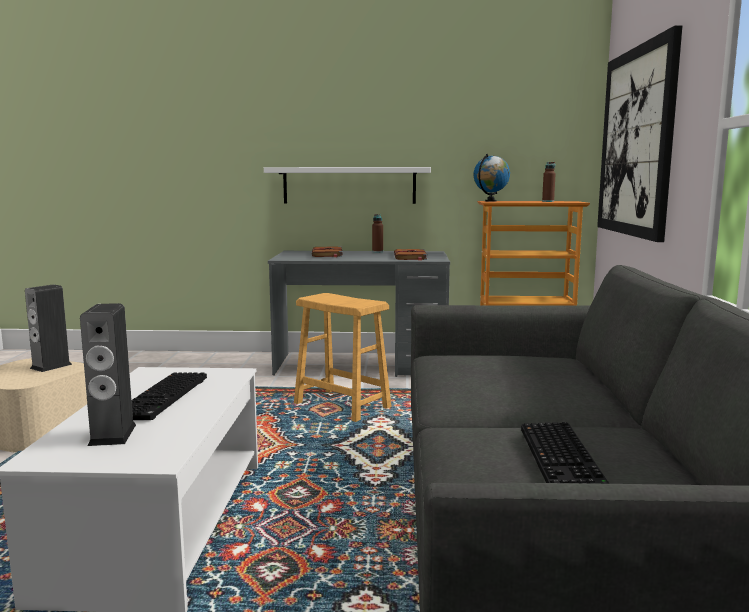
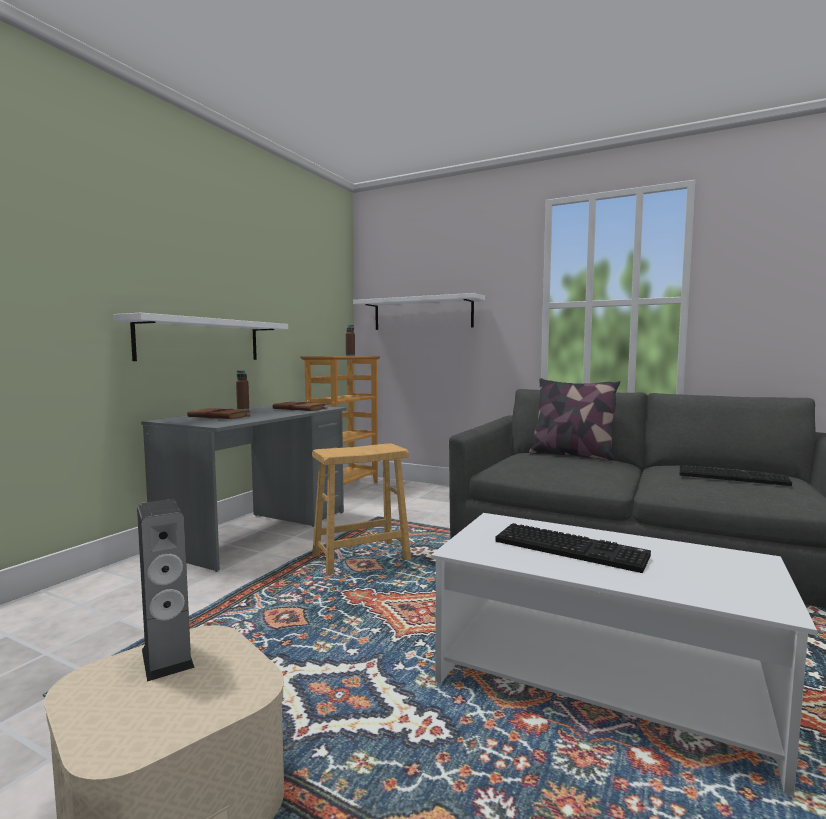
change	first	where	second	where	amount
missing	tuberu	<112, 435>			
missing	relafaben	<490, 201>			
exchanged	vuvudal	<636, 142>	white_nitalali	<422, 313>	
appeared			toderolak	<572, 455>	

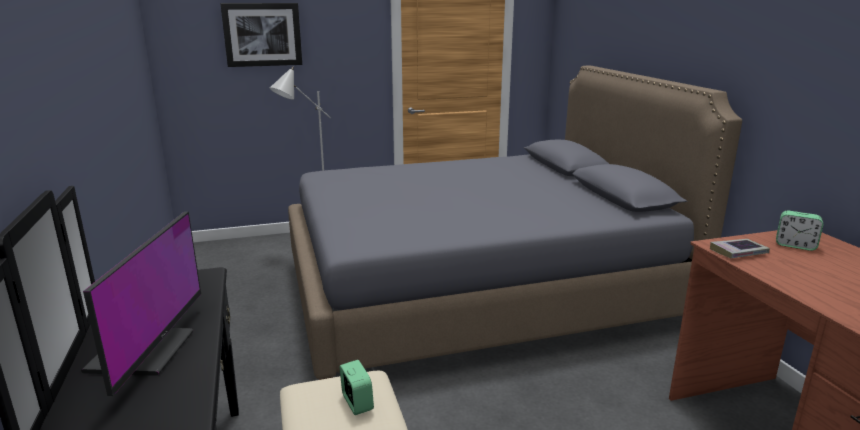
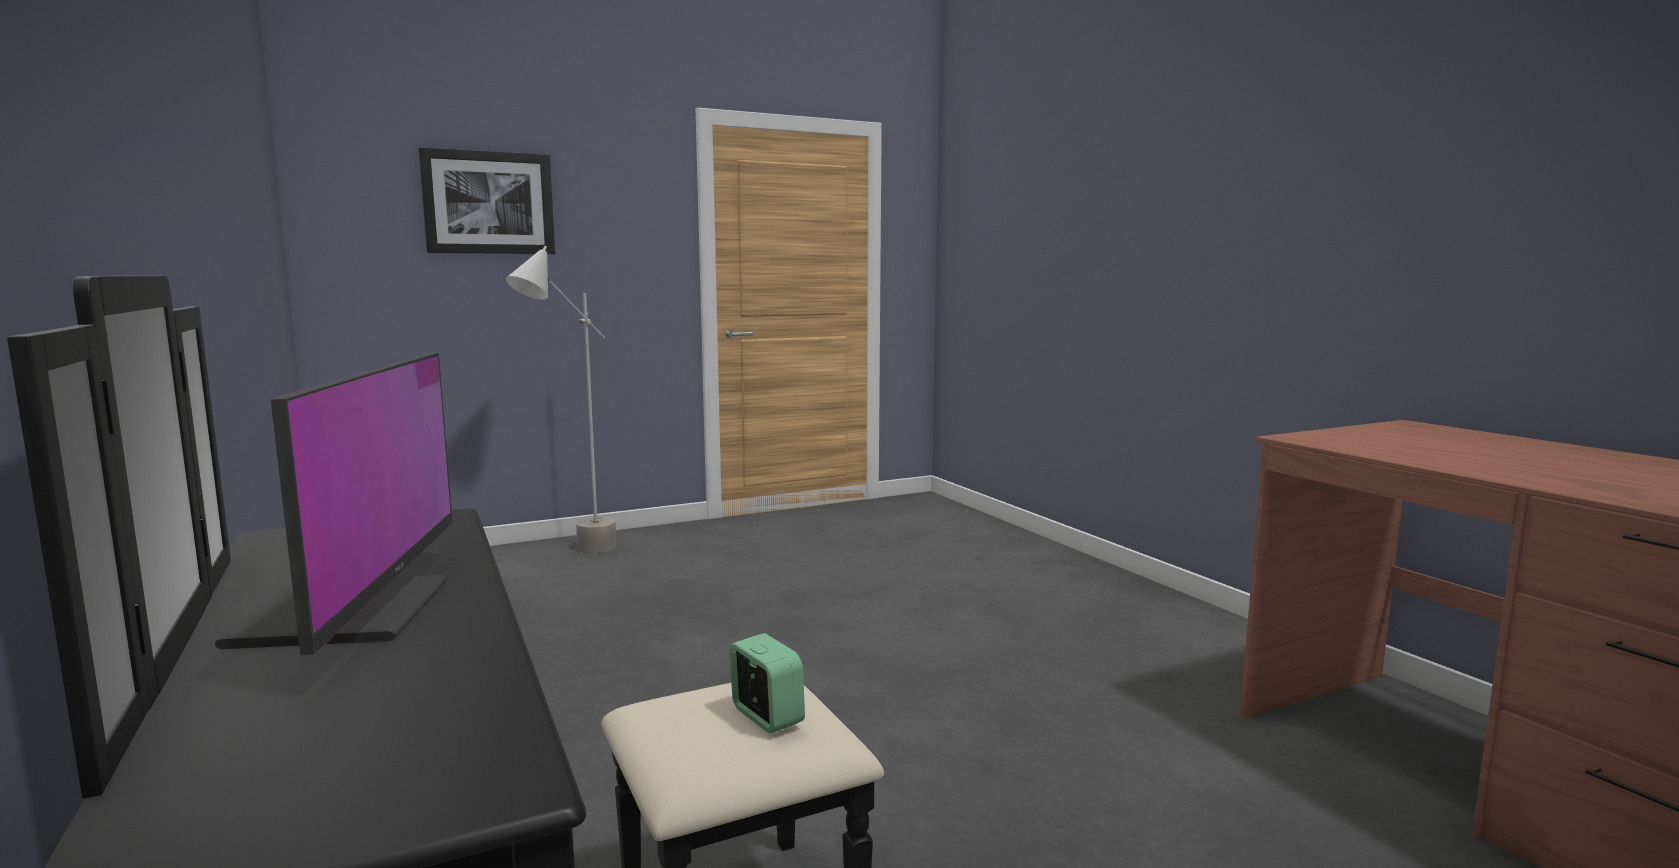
change	first	where	second	where	amount
missing	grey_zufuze	<476, 292>			
missing	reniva	<738, 252>			
missing	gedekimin	<795, 245>			

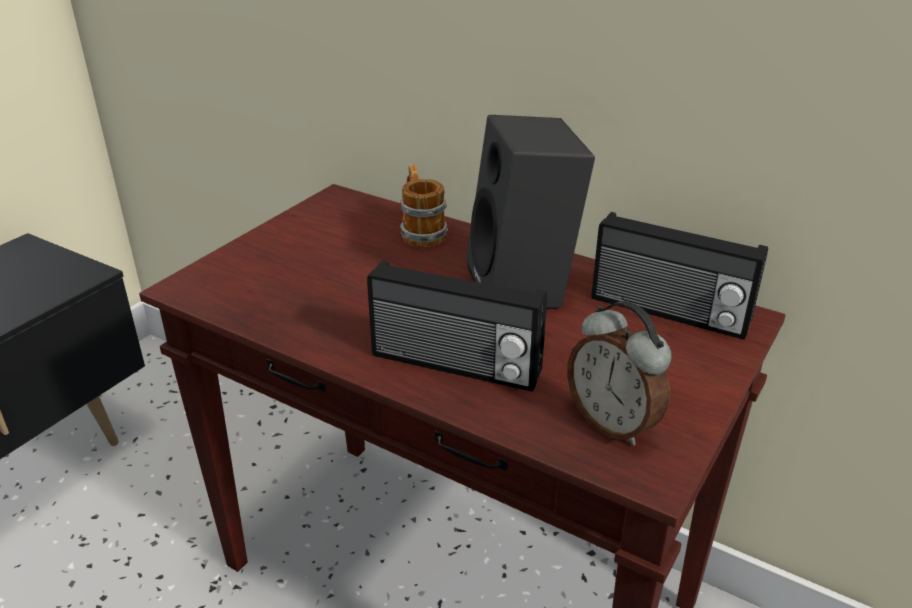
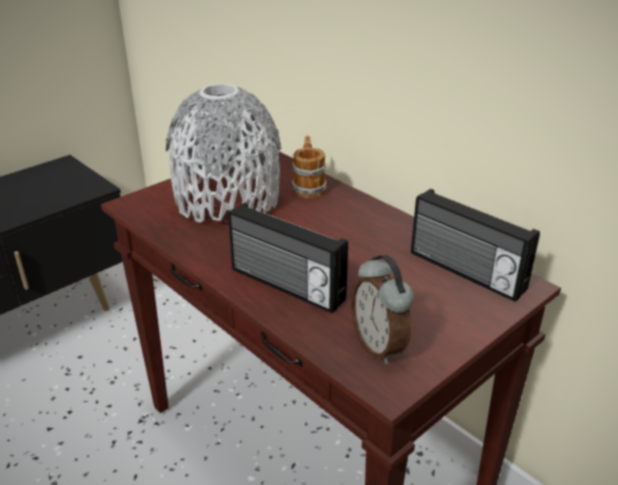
change	first	where	second	where	amount
missing	black_tuberu	<525, 289>			
appeared			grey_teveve	<227, 200>	

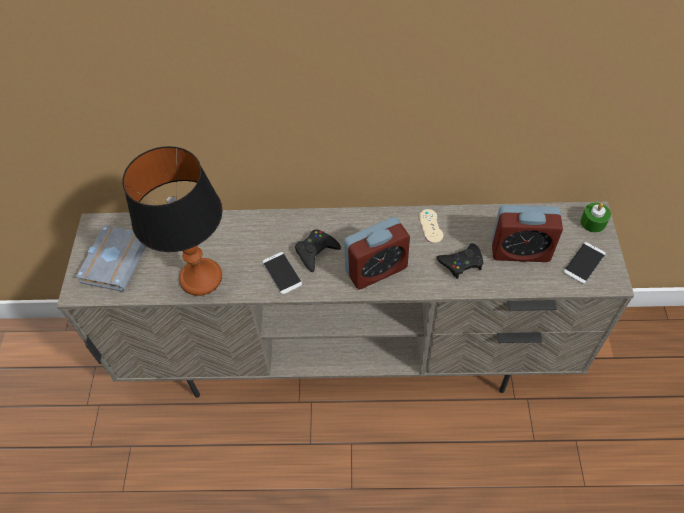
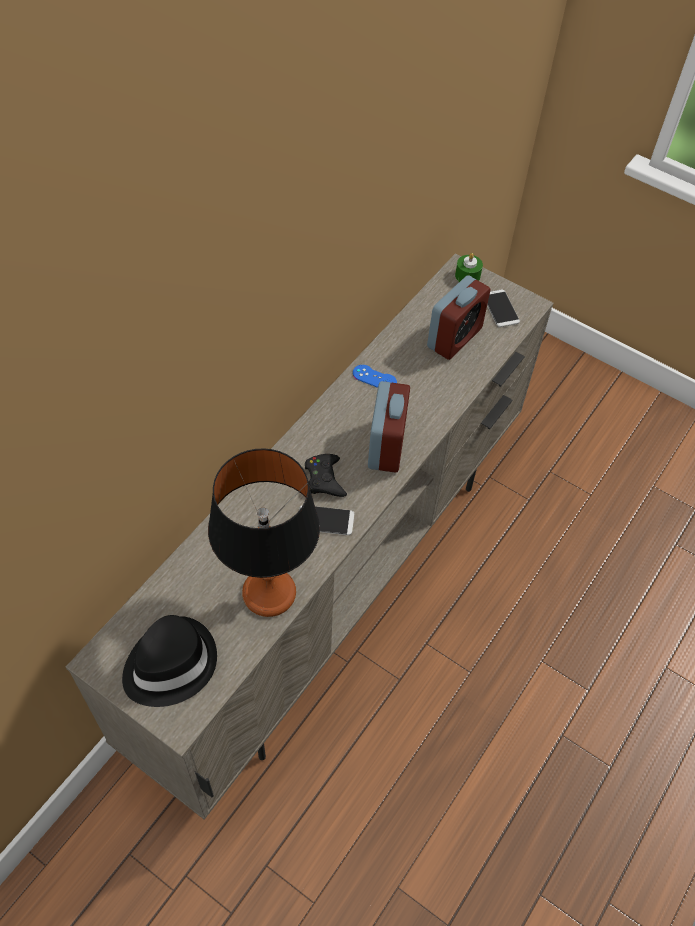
change	first	where	second	where	amount
exchanged	grey_reniva	<114, 260>	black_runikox	<169, 663>	
colour	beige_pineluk	<431, 226>	blue_pineluk	<374, 378>	
missing	black_pineluk	<461, 263>			

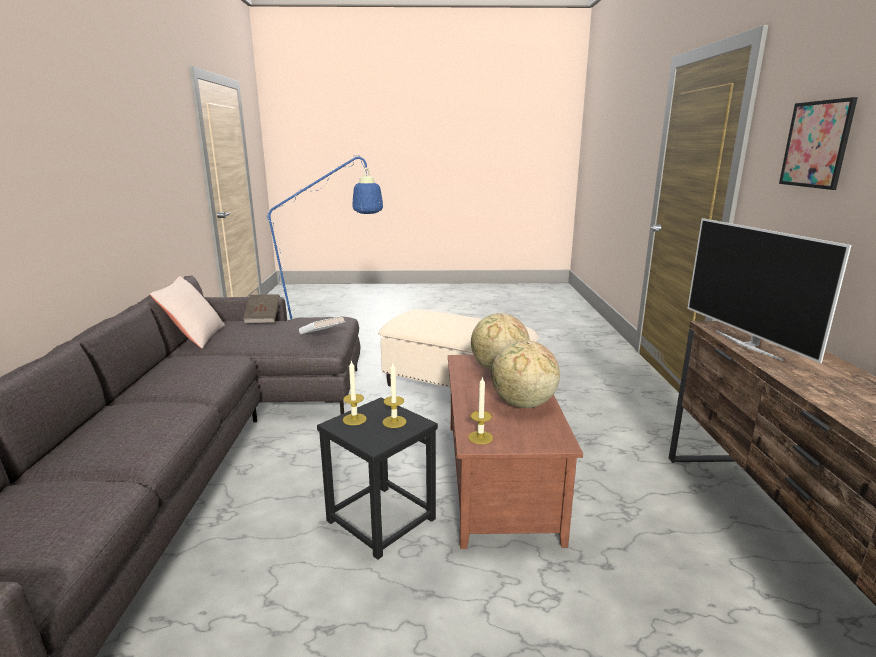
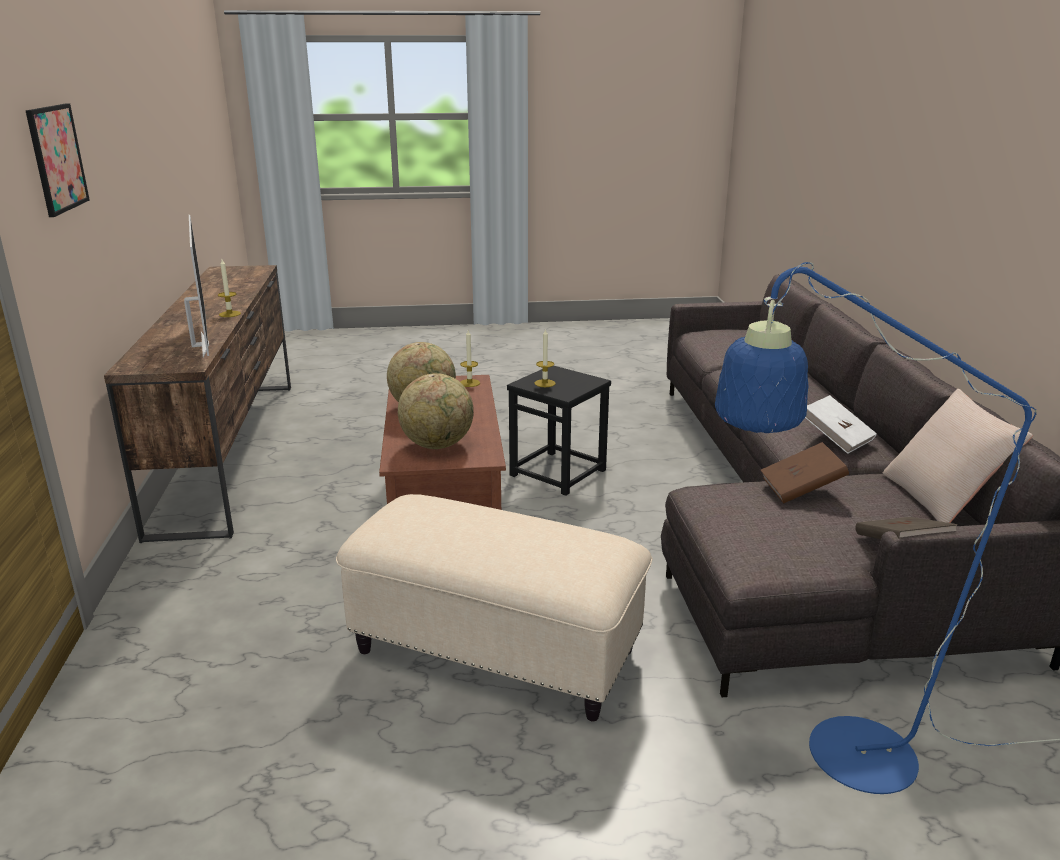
change	first	where	second	where	amount
relocated	white_reniva	<322, 335>		<836, 439>	
relocated	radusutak	<354, 419>		<229, 314>	
appeared			brown_reniva	<801, 489>	

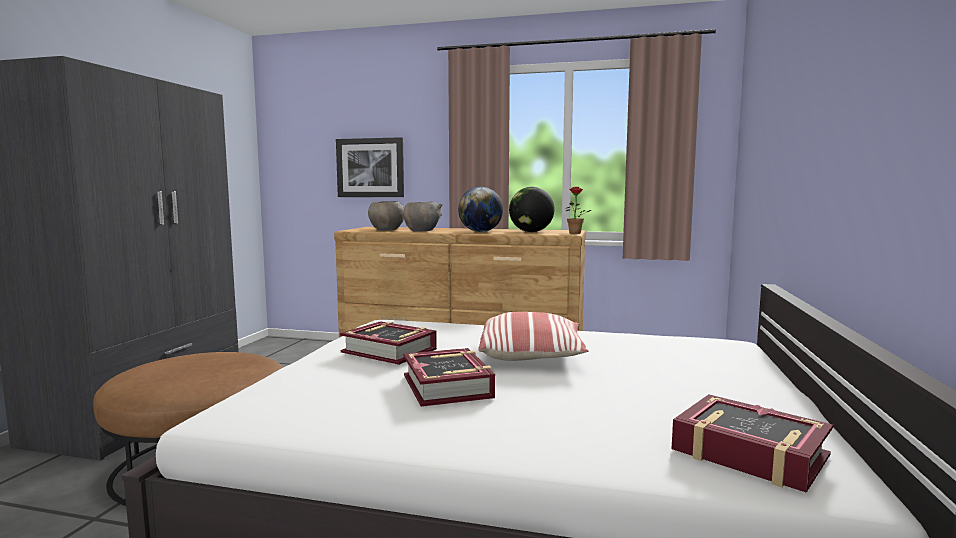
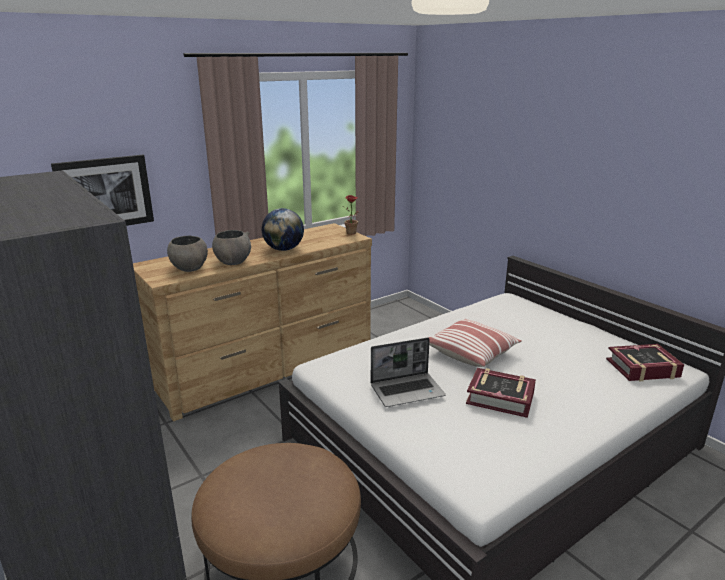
change	first	where	second	where	amount
exchanged	reniva	<389, 351>	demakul	<407, 390>	
missing	relafaben	<531, 232>			

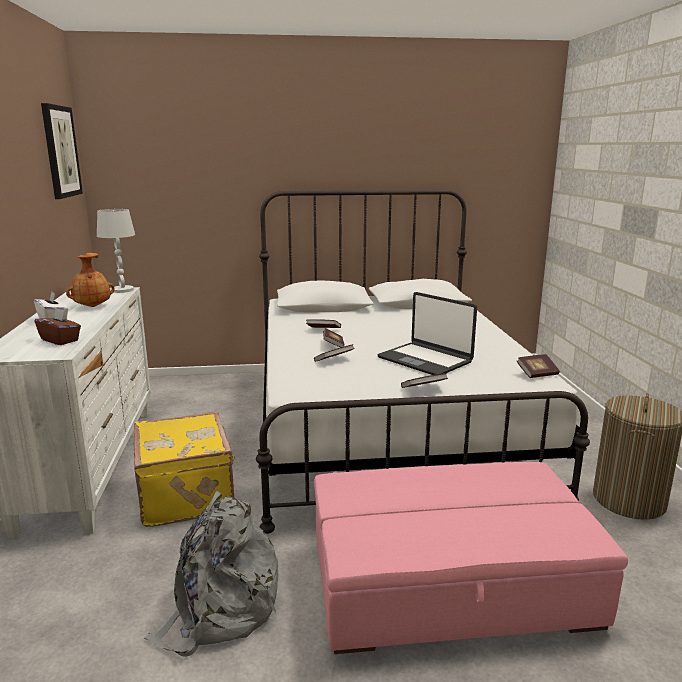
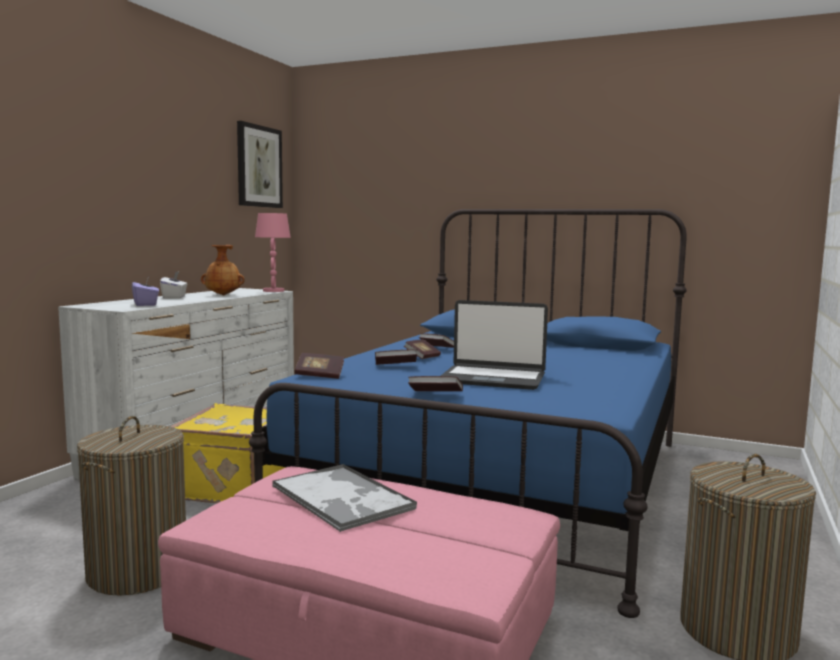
change	first	where	second	where	amount
colour	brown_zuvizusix	<60, 340>	purple_zuvizusix	<146, 304>	
colour	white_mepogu	<122, 290>	pink_mepogu	<273, 291>	
exchanged	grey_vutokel	<220, 609>	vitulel	<137, 571>	
colour	white_zufuze	<386, 427>	blue_zufuze	<500, 479>	
spun	demakul	<425, 360>		<493, 379>	60 degrees counterclockwise
relocated	reniva	<537, 374>		<319, 375>	
appeared			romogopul	<343, 498>	

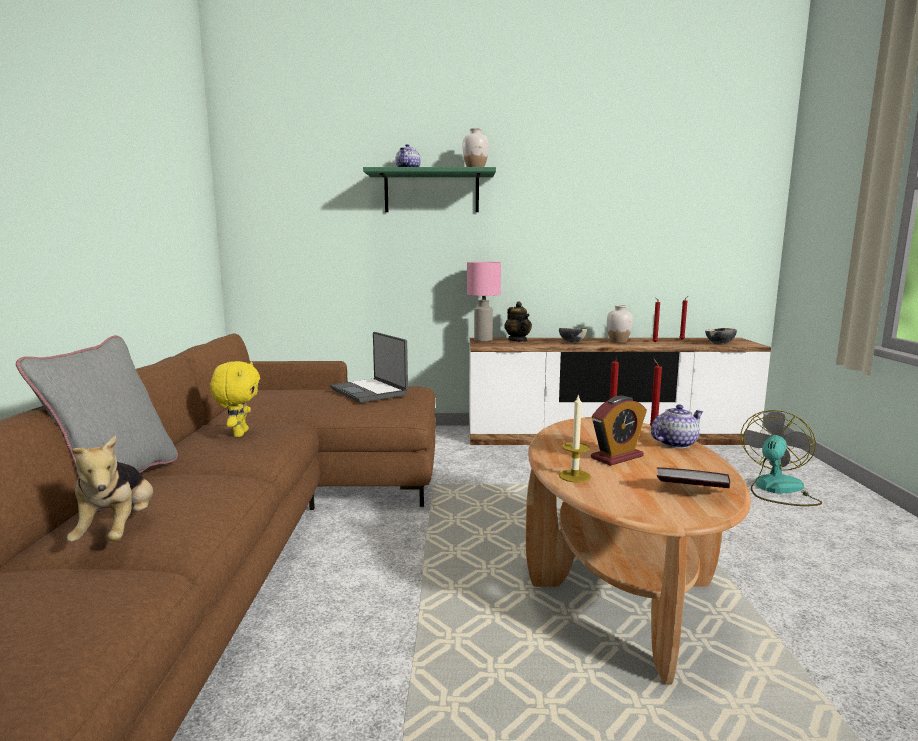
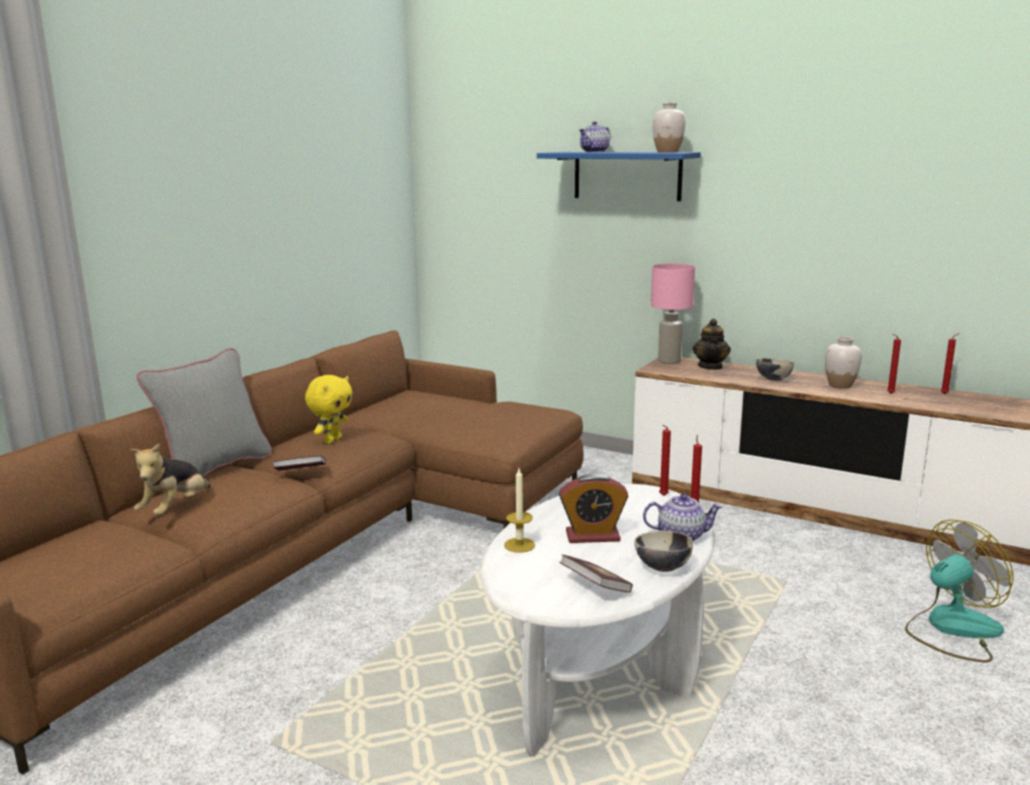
change	first	where	second	where	amount
missing	demakul	<370, 391>			
colour	green_nitalali	<431, 192>	blue_nitalali	<627, 175>	
colour	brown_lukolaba	<620, 586>	white_lukolaba	<599, 670>	
relocated	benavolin	<719, 344>		<662, 568>	
appeared			reniva	<300, 473>	

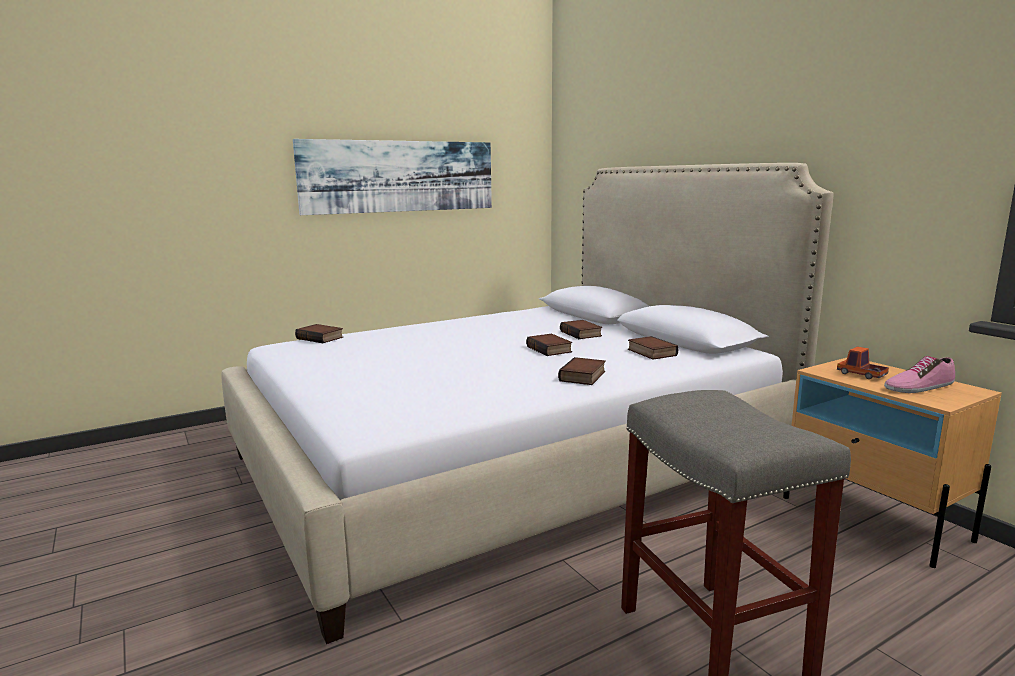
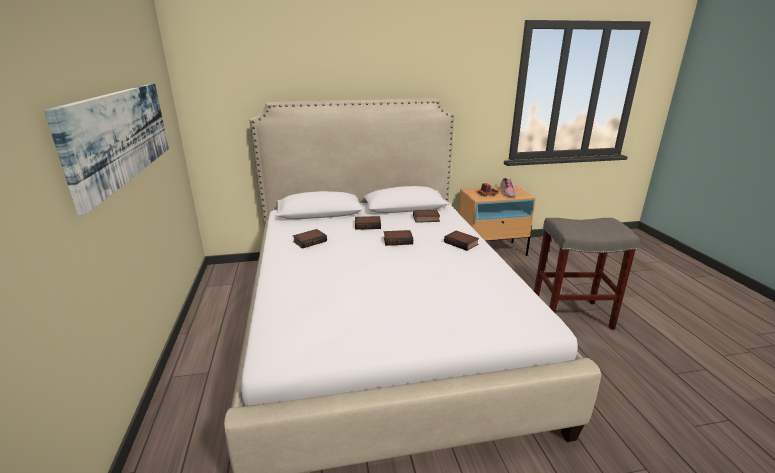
change	first	where	second	where	amount
relocated	reniva	<321, 338>		<310, 241>	

